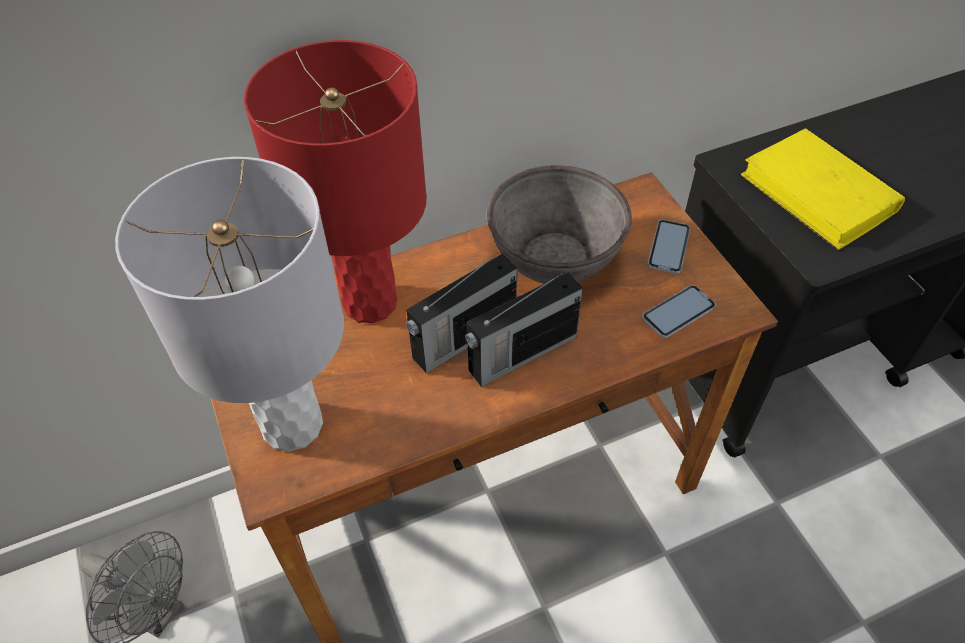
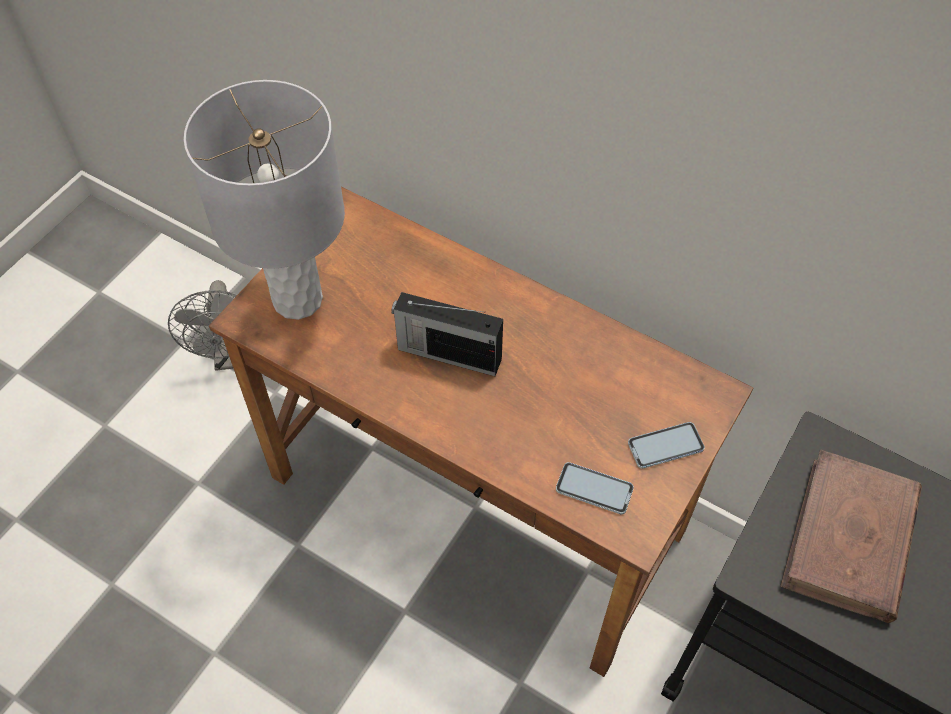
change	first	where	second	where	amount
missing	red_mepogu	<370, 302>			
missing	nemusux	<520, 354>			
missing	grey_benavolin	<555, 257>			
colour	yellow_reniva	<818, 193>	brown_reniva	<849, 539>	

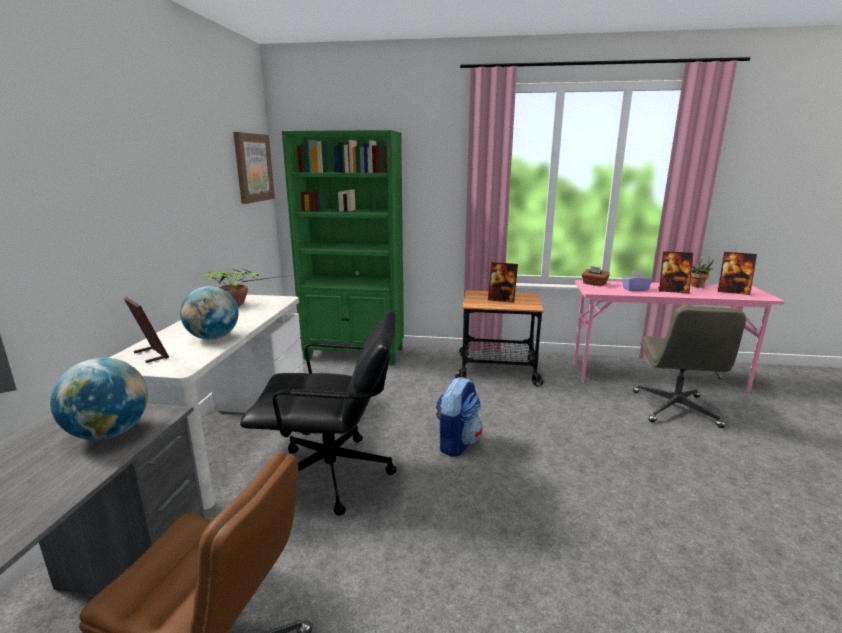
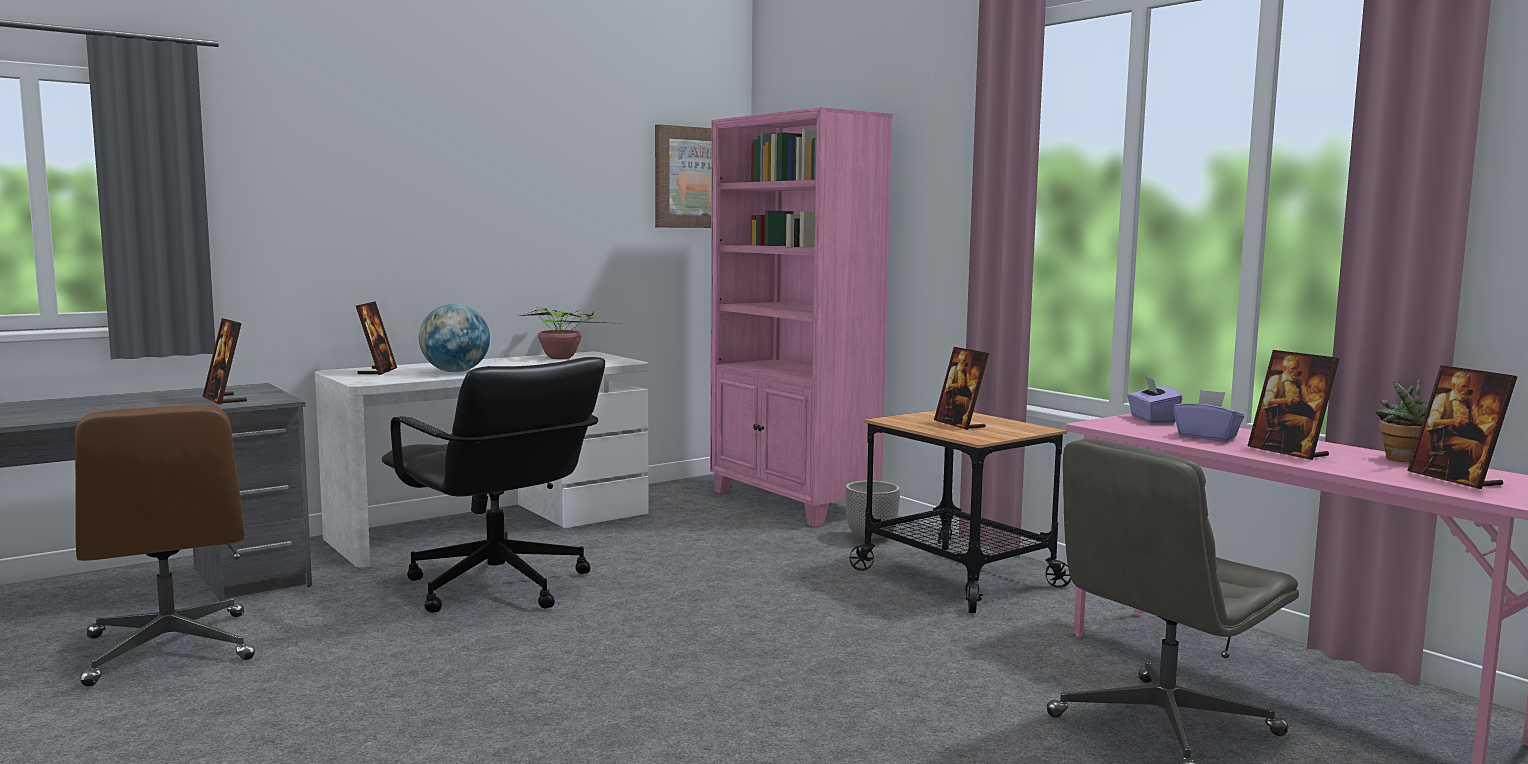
change	first	where	second	where	amount
exchanged	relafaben	<110, 433>	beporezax	<224, 399>	
colour	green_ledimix	<355, 353>	pink_ledimix	<792, 503>	
missing	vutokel	<457, 443>			
colour	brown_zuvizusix	<594, 284>	purple_zuvizusix	<1152, 420>	
appeared			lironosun	<871, 538>	

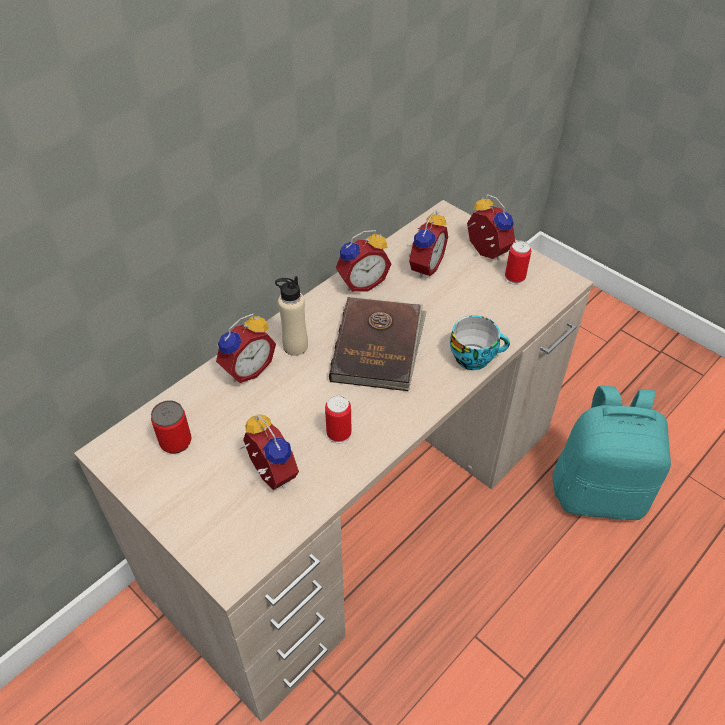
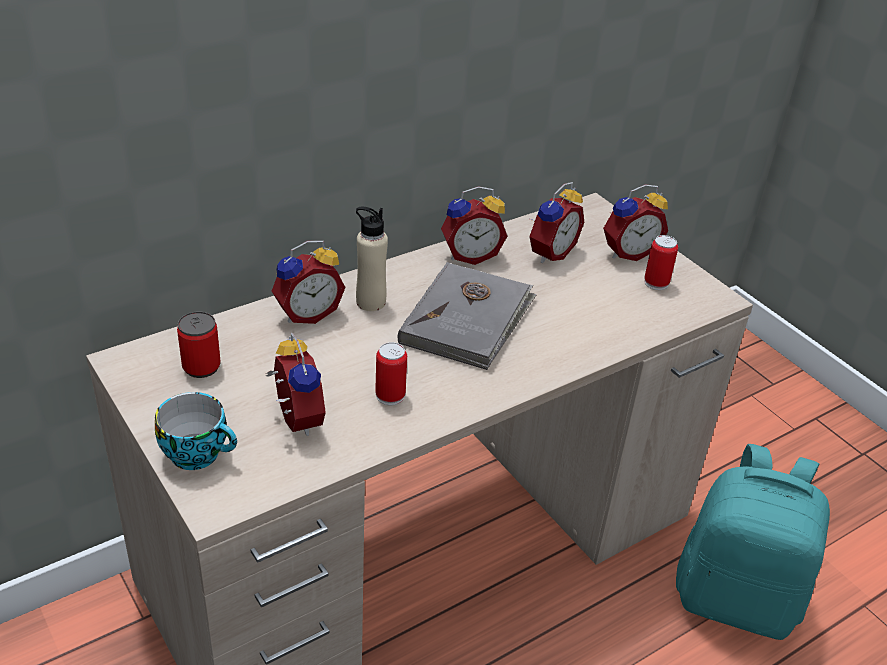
change	first	where	second	where	amount
colour	brown_reniva	<379, 346>	grey_reniva	<468, 320>	
relocated	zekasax	<474, 357>		<199, 453>	
spun	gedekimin	<484, 253>		<628, 252>	90 degrees clockwise

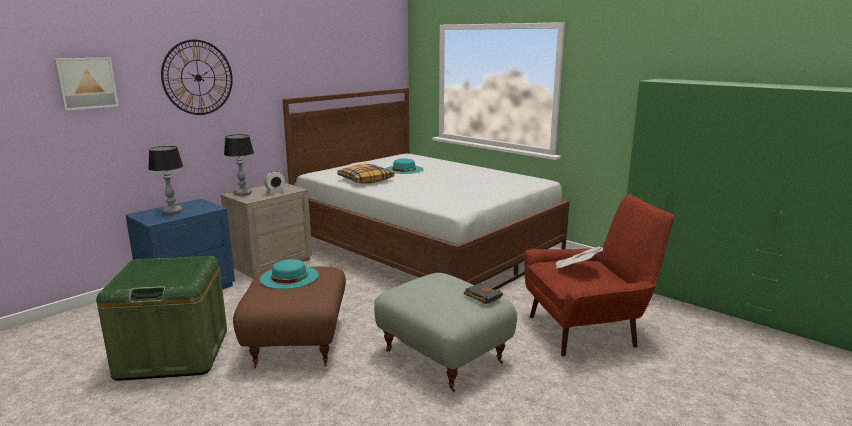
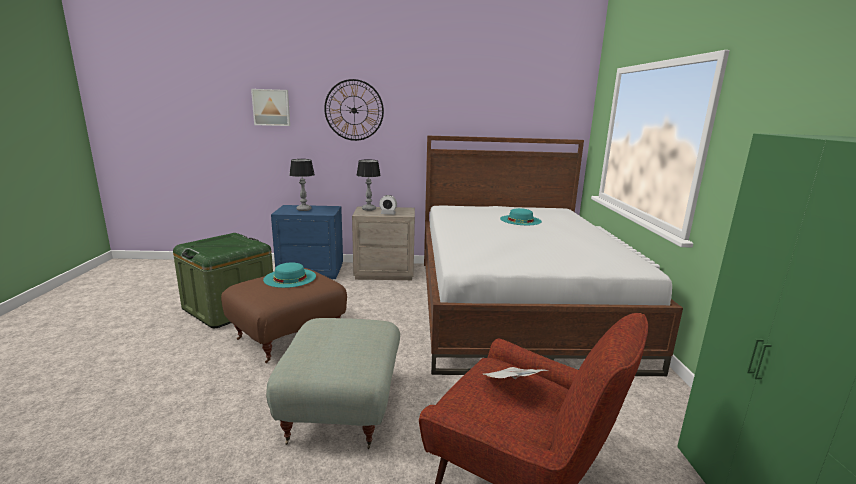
change	first	where	second	where	amount
missing	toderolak	<365, 180>			
missing	black_reniva	<481, 296>			

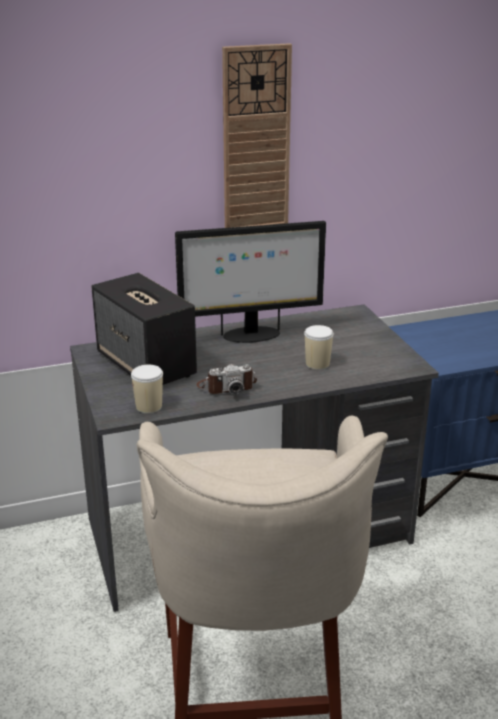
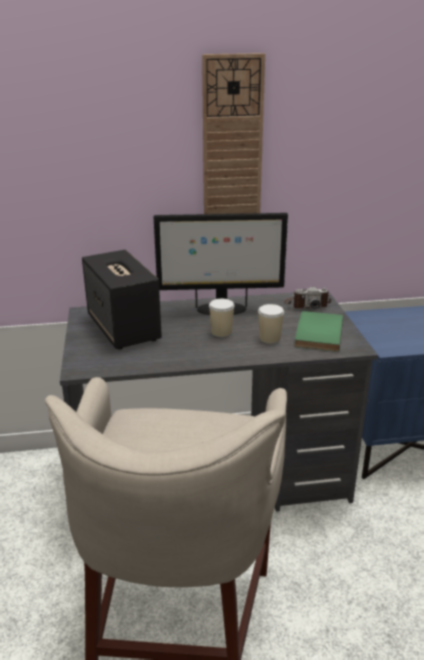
change	first	where	second	where	amount
relocated	zekasax	<149, 406>		<221, 332>	
relocated	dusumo	<226, 387>		<307, 304>	
appeared			green_reniva	<316, 333>	

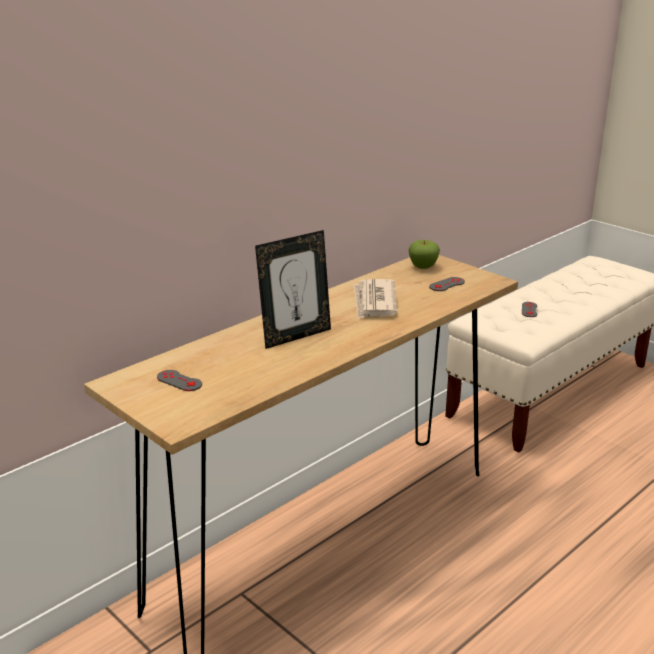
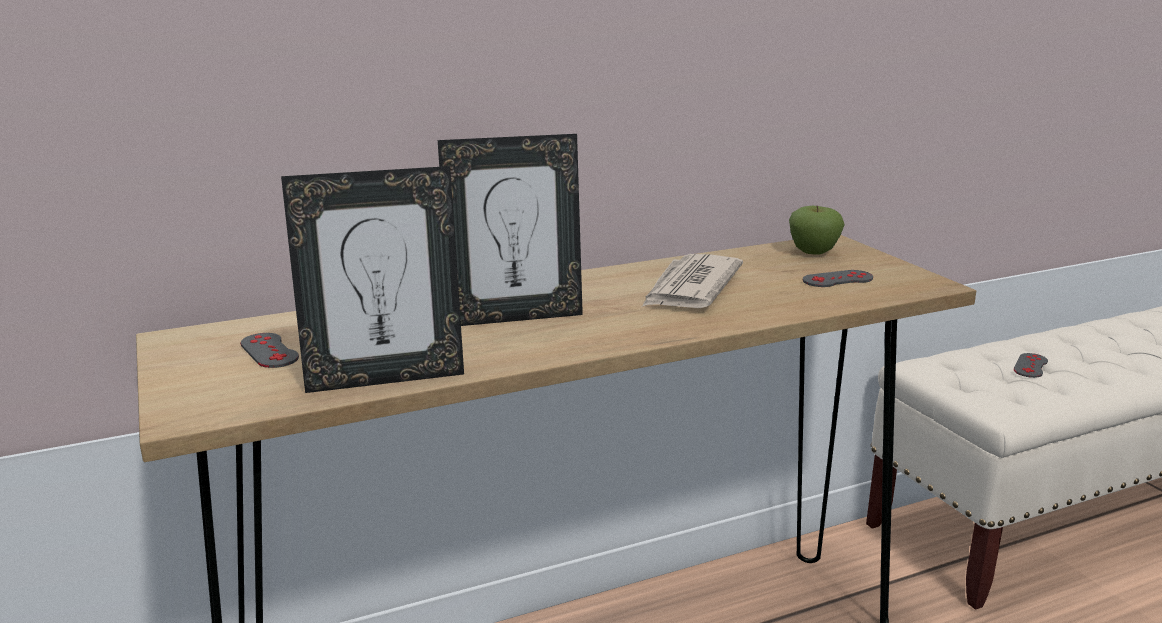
change	first	where	second	where	amount
appeared			beporezax	<385, 378>	

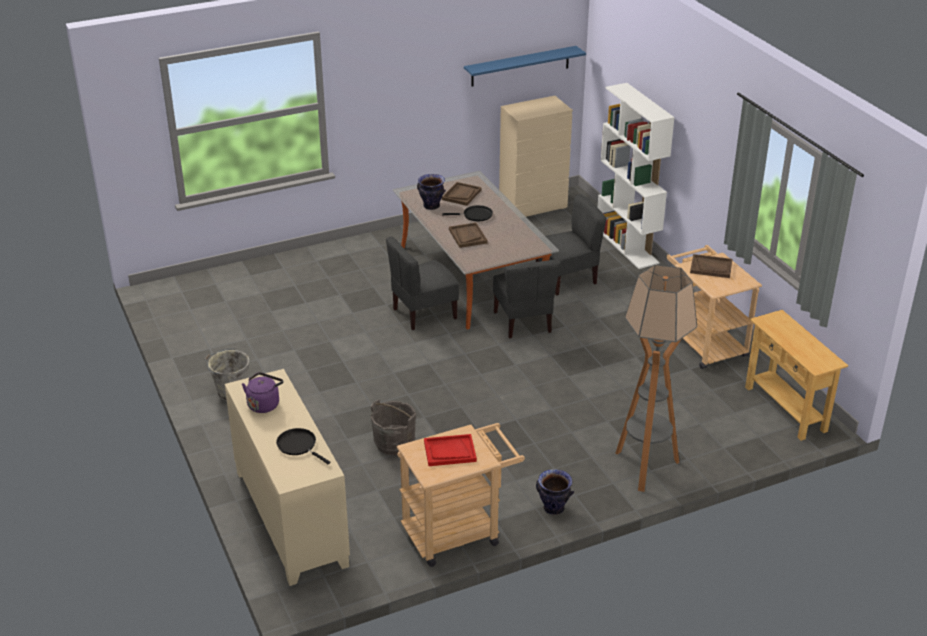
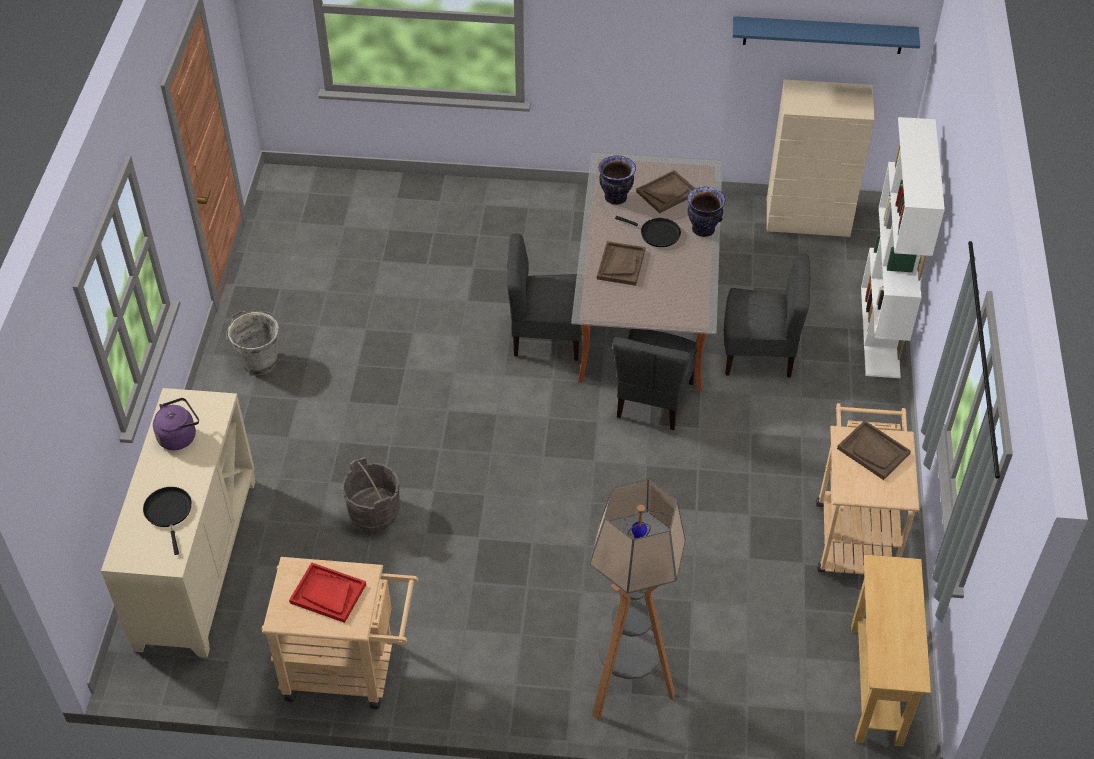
change	first	where	second	where	amount
relocated	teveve	<554, 508>		<703, 229>	

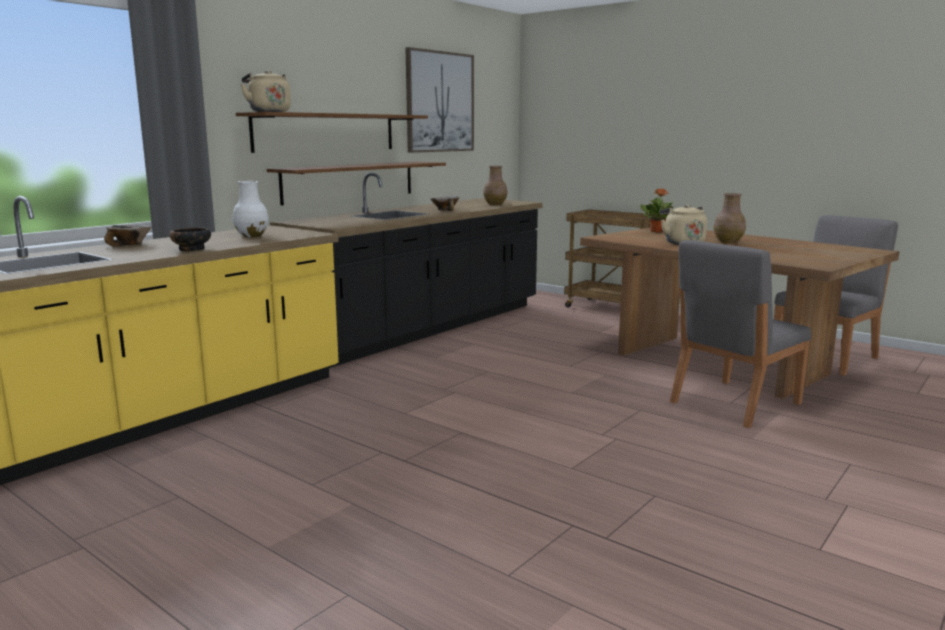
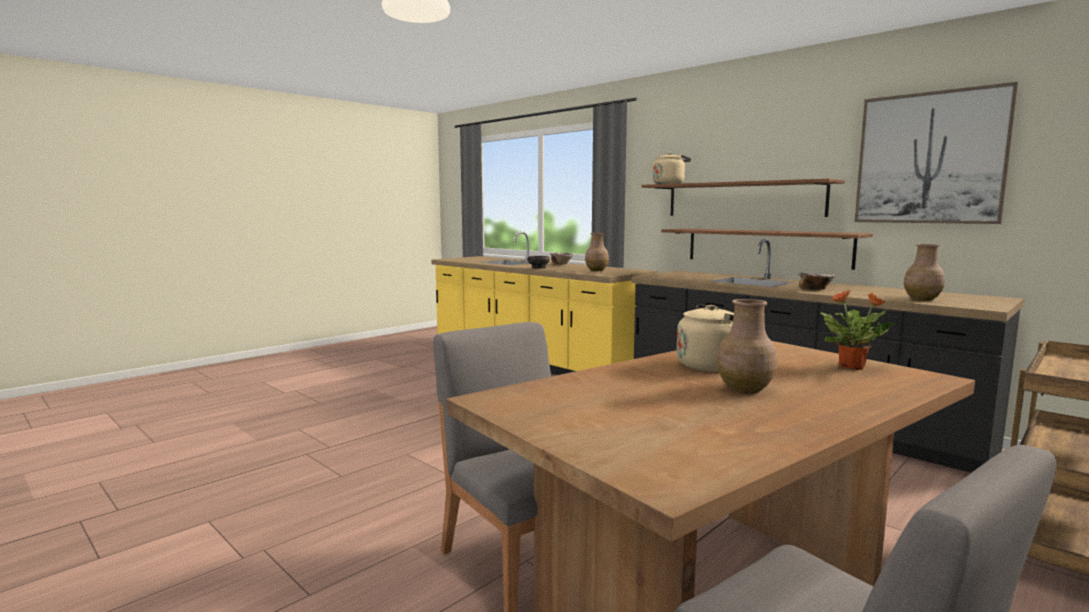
change	first	where	second	where	amount
colour	white_teveve	<251, 236>	brown_teveve	<596, 270>	

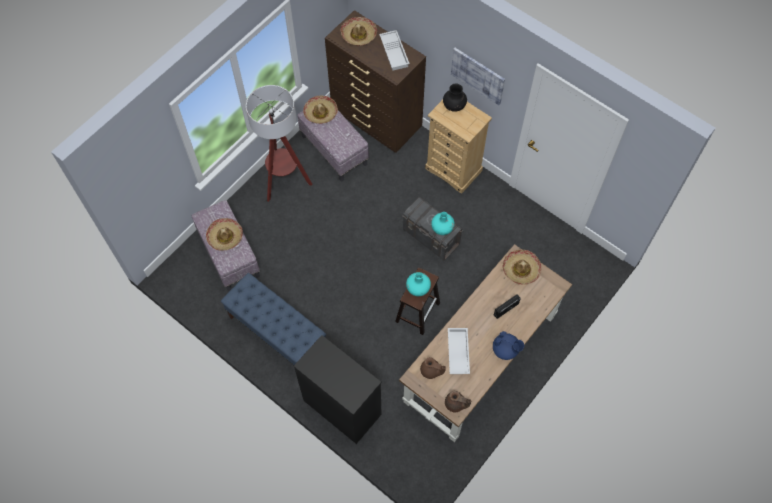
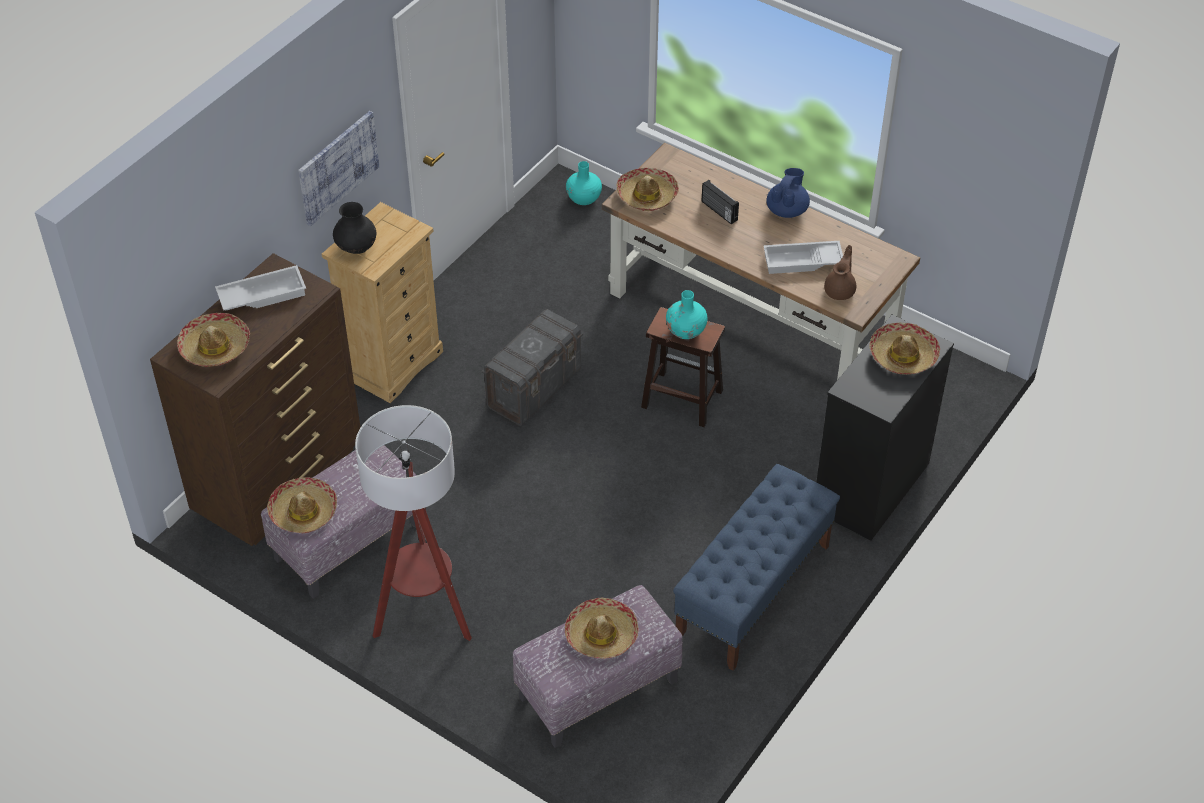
change	first	where	second	where	amount
relocated	turquoise_teveve	<442, 228>		<583, 198>	
missing	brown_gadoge	<455, 404>			
appeared			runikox	<902, 355>	

